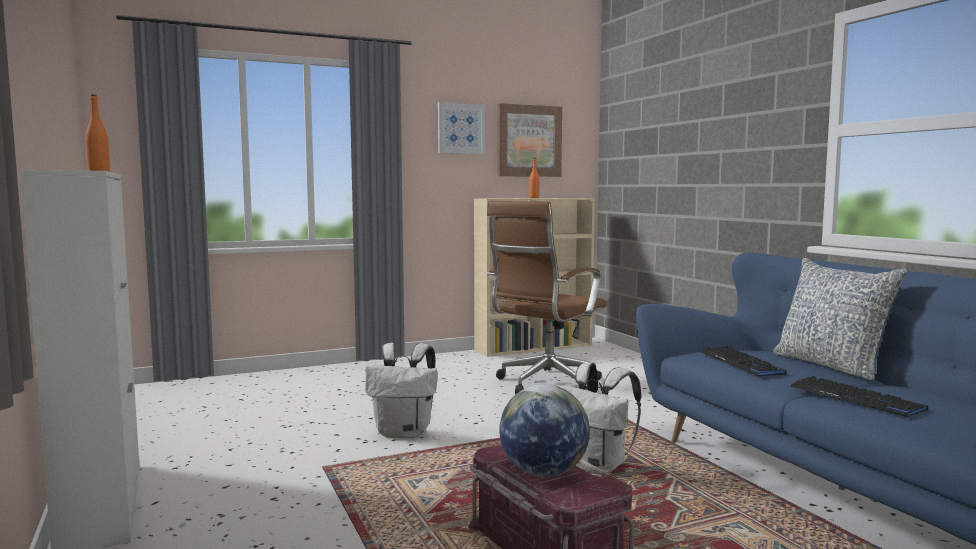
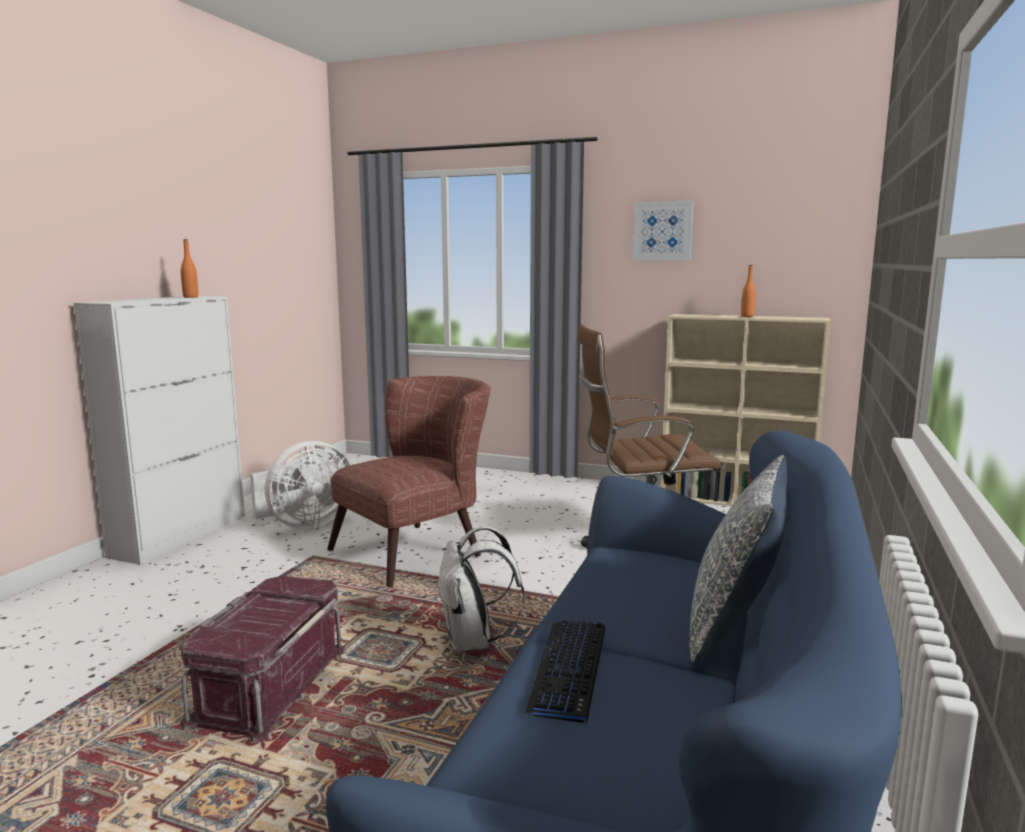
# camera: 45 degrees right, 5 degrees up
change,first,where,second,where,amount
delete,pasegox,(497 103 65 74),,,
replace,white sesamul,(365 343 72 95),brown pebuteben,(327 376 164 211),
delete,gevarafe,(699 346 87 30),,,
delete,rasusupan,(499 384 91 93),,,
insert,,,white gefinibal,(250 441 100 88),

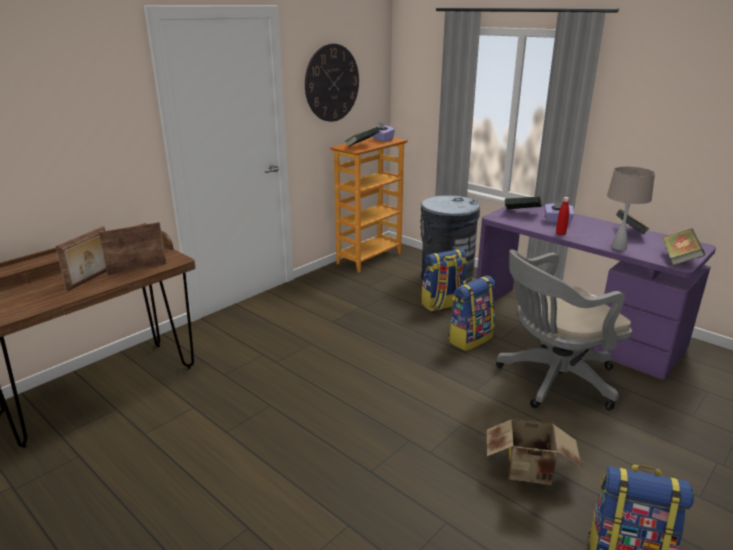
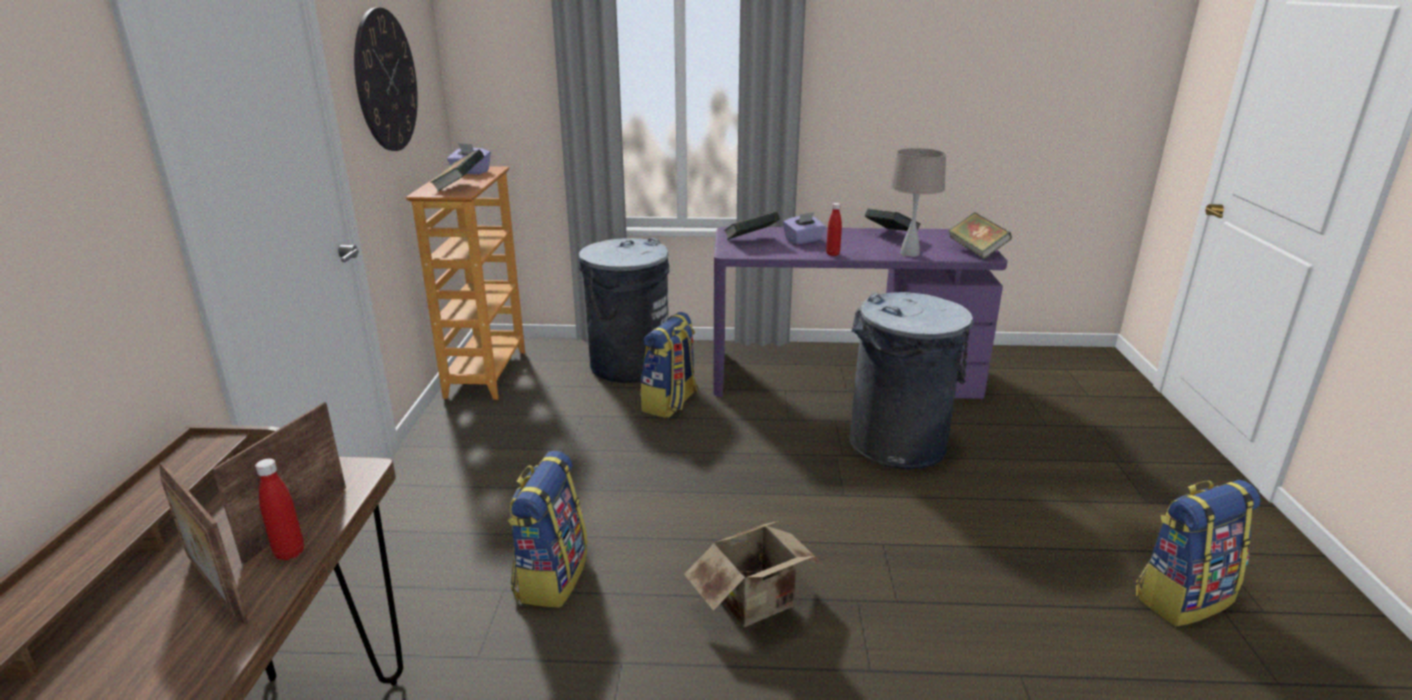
# camera: 40 degrees left, 0 degrees up
change,first,where,second,where,amount
rotate,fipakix,(55 226 52 66),,(159 462 89 163),150 degrees clockwise
replace,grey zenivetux,(496 249 136 161),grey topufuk,(849 292 124 177),
move,sesamul,(448 276 47 75),,(508 451 80 157),
move,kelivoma,(487 418 95 67),,(684 521 140 106),
insert,,,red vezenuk,(255 459 49 102),

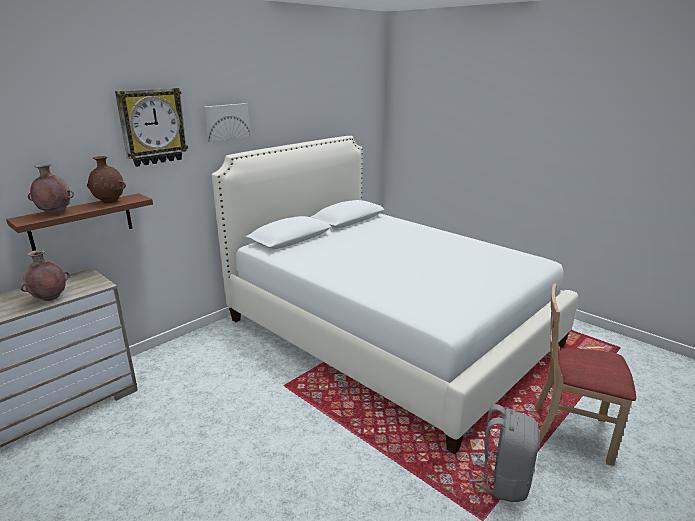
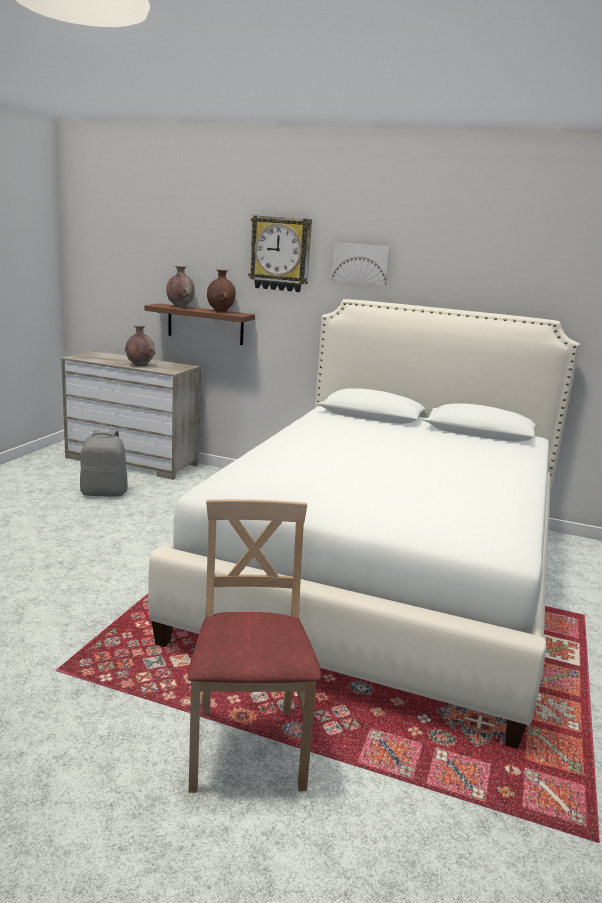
# camera: 65 degrees right, 5 degrees down
change,first,where,second,where,amount
move,grey sesamul,(469 404 70 98),,(80 429 48 68),

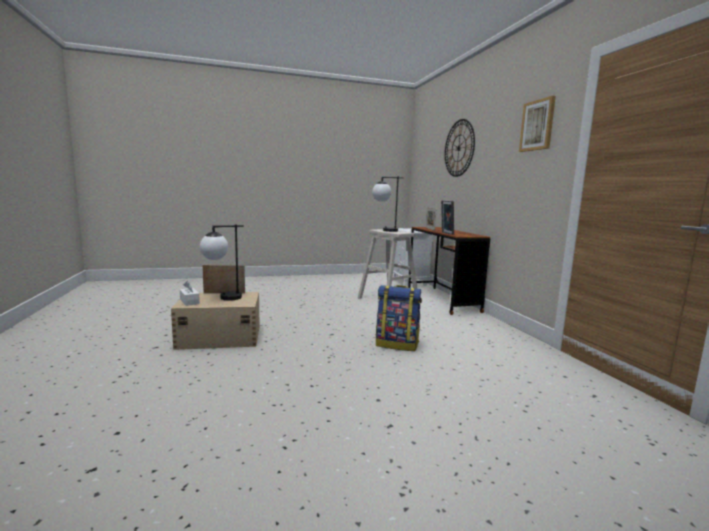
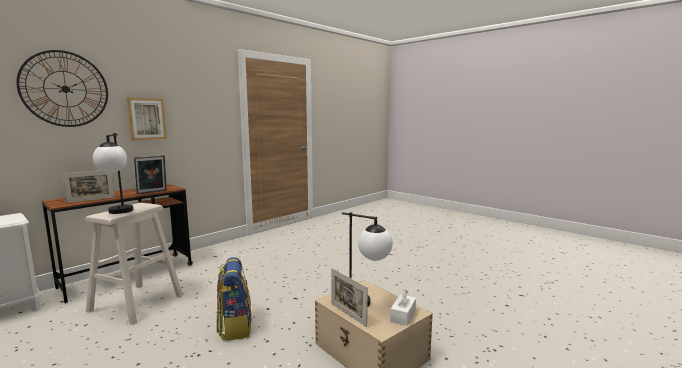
# camera: 120 degrees left, 0 degrees up
change,first,where,second,where,amount
move,pasegox,(519 96 37 56),,(126 98 41 43),
move,sesamul,(376 285 46 66),,(216 257 36 84),

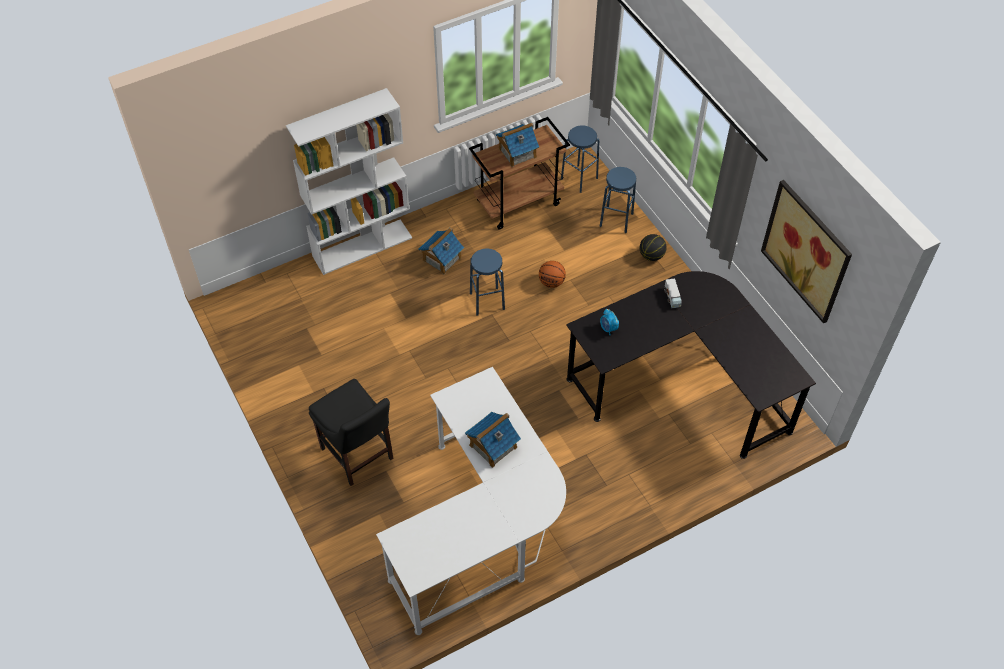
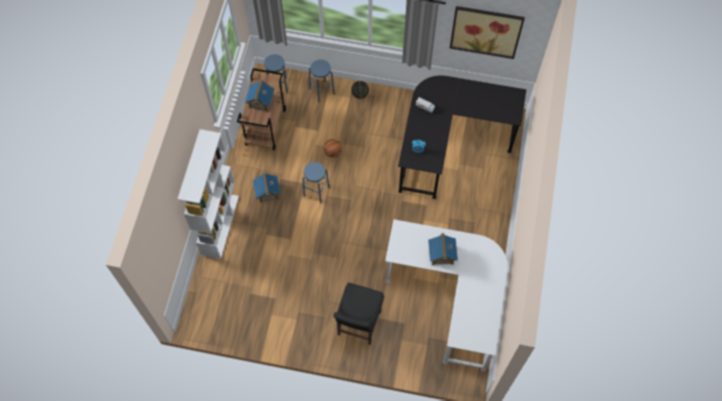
# camera: 50 degrees left, 10 degrees up
change,first,where,second,where,amount
rotate,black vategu,(309 379 84 107),,(334 283 50 62),105 degrees clockwise

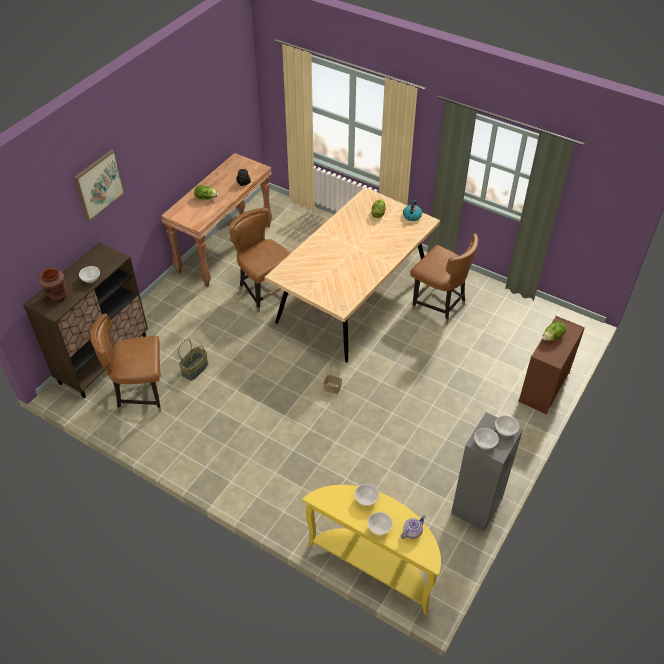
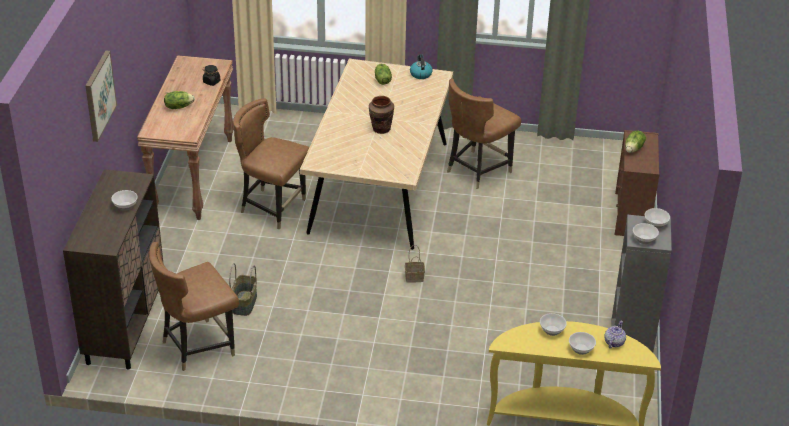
# camera: 25 degrees left, 10 degrees down
change,first,where,second,where,amount
rotate,brown vategu,(410 234 68 91),,(447 79 74 110),120 degrees clockwise
move,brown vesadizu,(39 268 28 35),,(369 96 25 38),

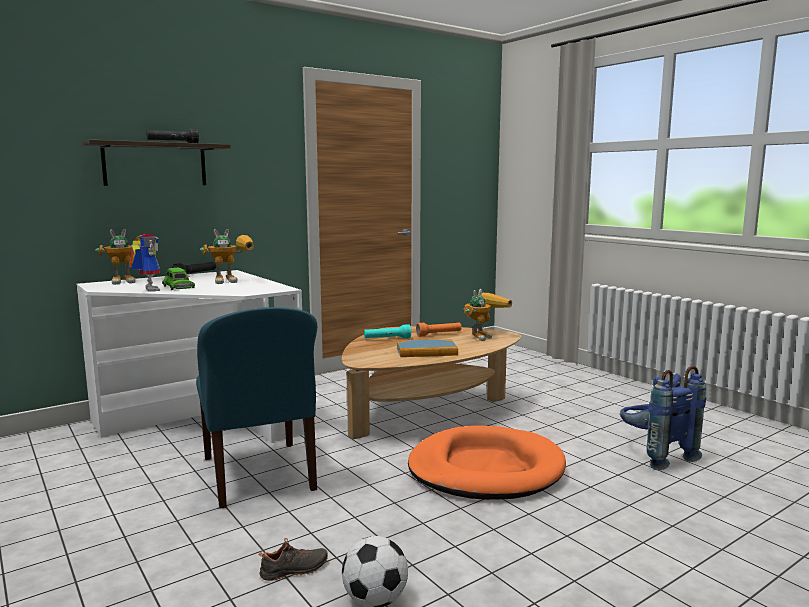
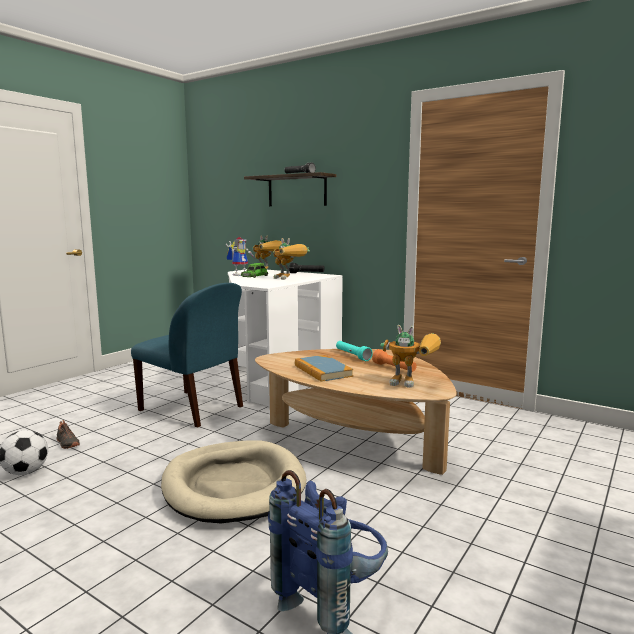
# camera: 70 degrees right, 0 degrees up
change,first,where,second,where,amount
rotate,blue vategu,(196 307 121 202),,(131 283 112 144),105 degrees counterclockwise
recolor,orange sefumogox,(408 426 158 74),beige sefumogox,(161 440 145 83),

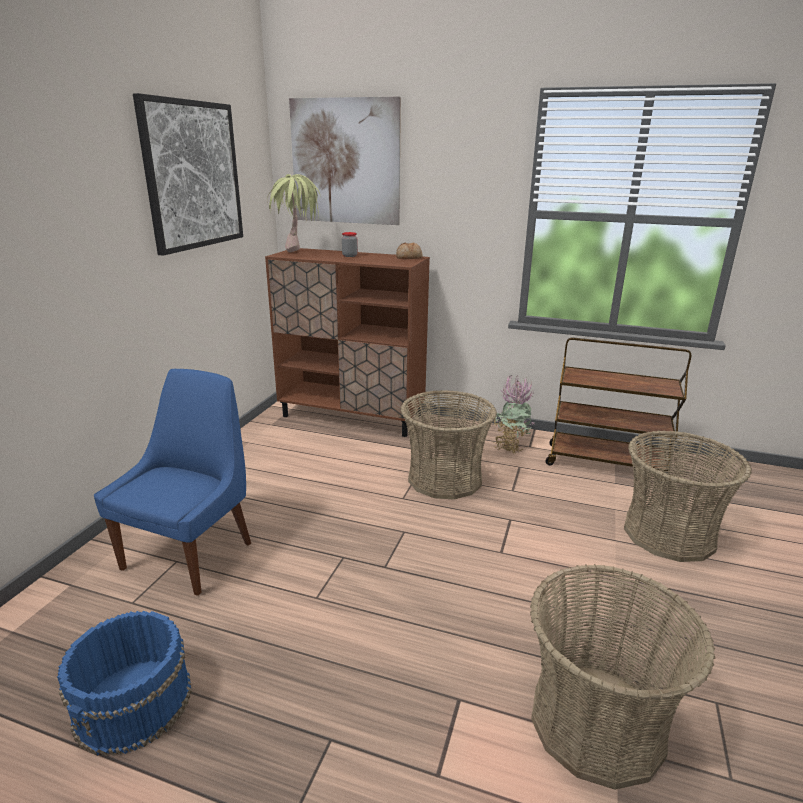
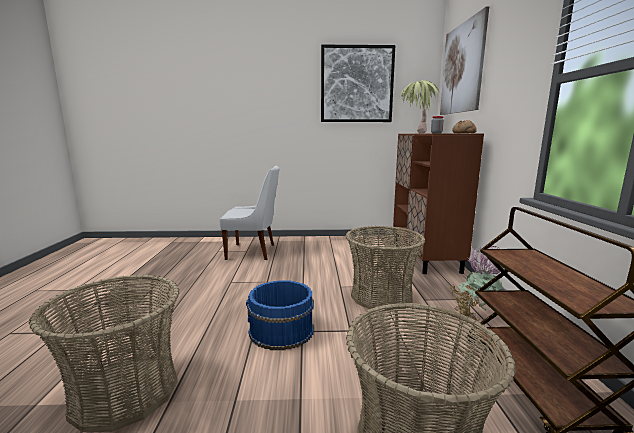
# camera: 70 degrees right, 10 degrees down
change,first,where,second,where,amount
recolor,blue vategu,(94 369 157 227),white vategu,(219 166 61 94),
move,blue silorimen,(57 611 135 145),,(246 280 68 70),

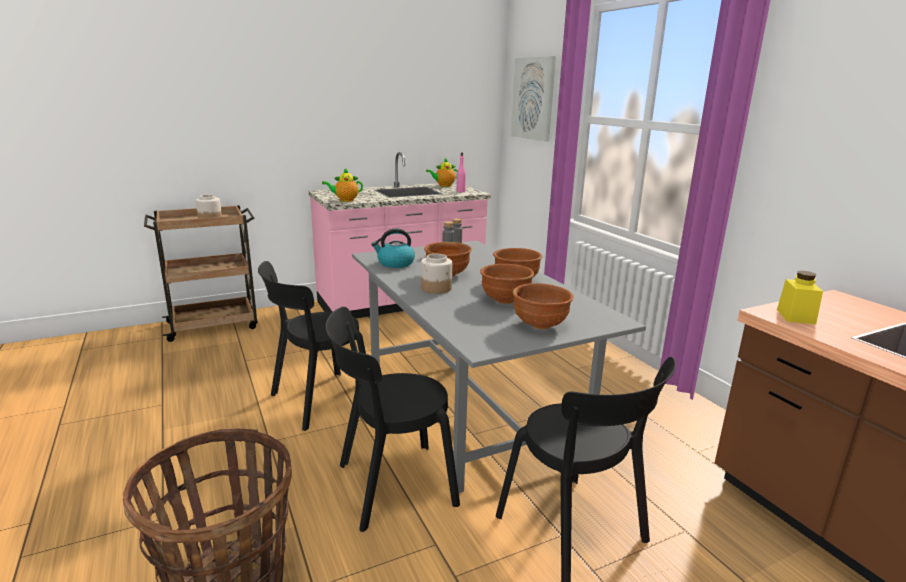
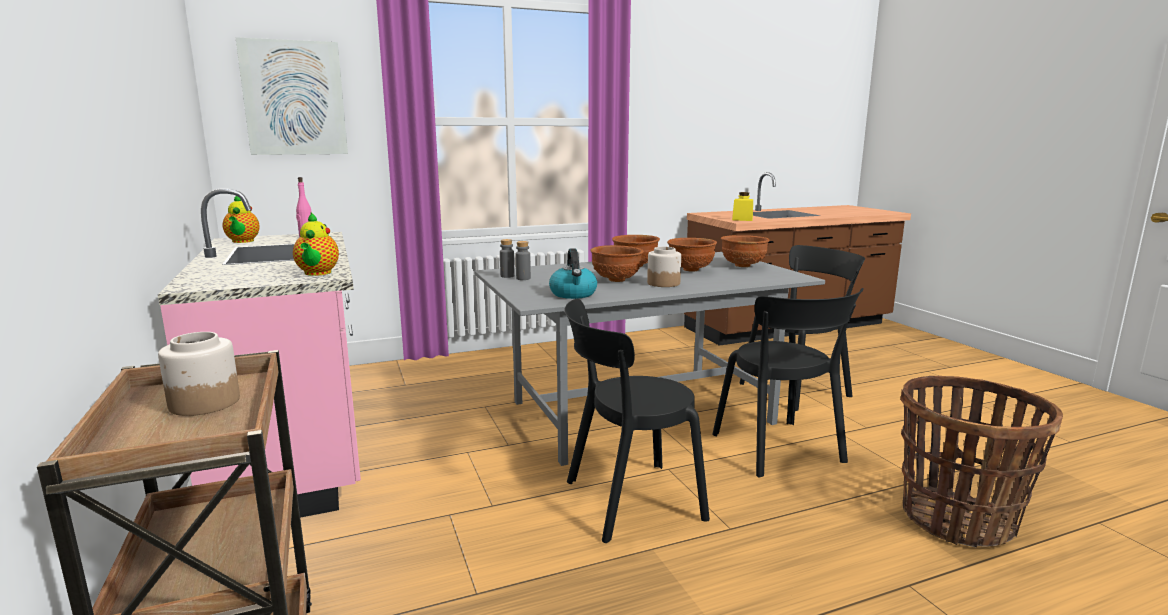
# camera: 85 degrees left, 5 degrees down
change,first,where,second,where,amount
rotate,black vategu,(258 261 108 170),,(564 299 146 244),105 degrees clockwise

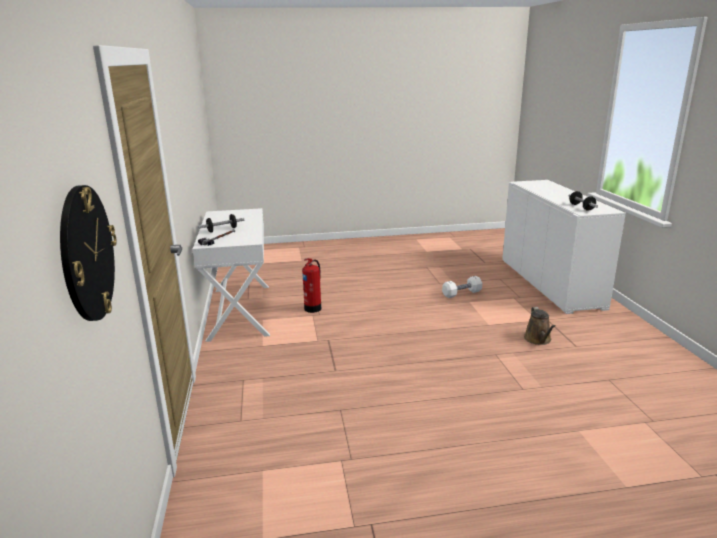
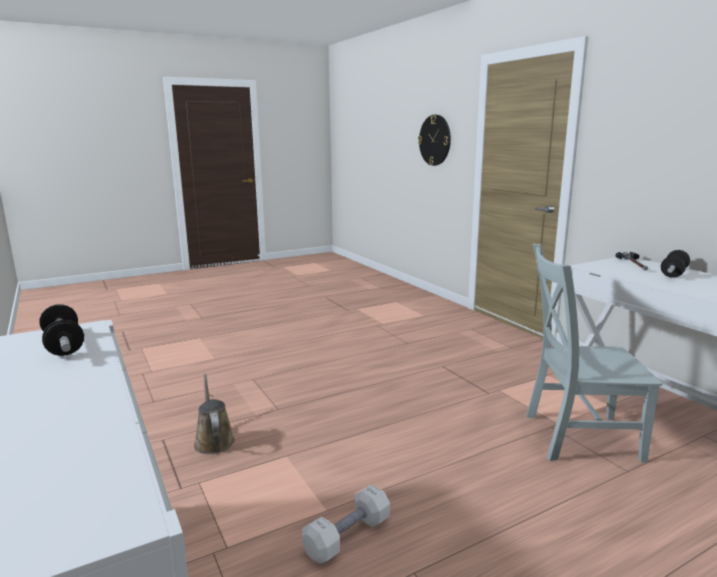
# camera: 160 degrees right, 5 degrees down
change,first,where,second,where,amount
replace,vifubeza,(302 258 19 55),grey vategu,(527 244 135 219),

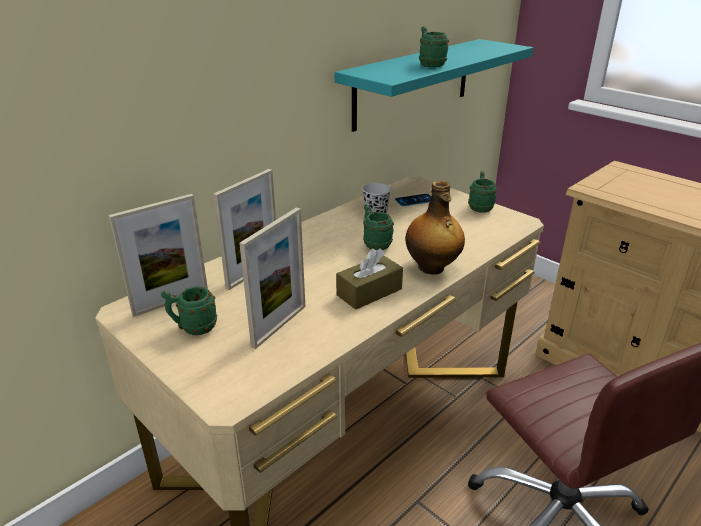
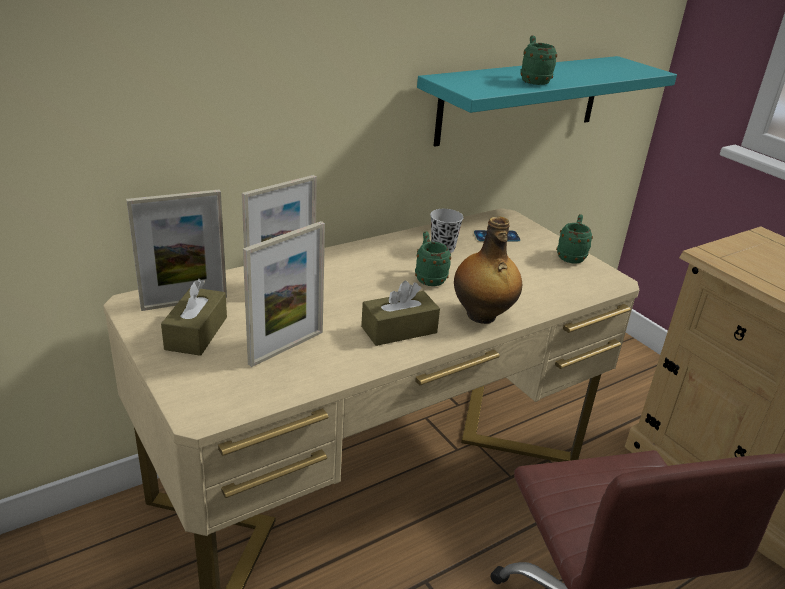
# camera: 10 degrees right, 0 degrees up
change,first,where,second,where,amount
replace,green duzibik,(161 286 56 49),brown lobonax,(161 279 66 77),

